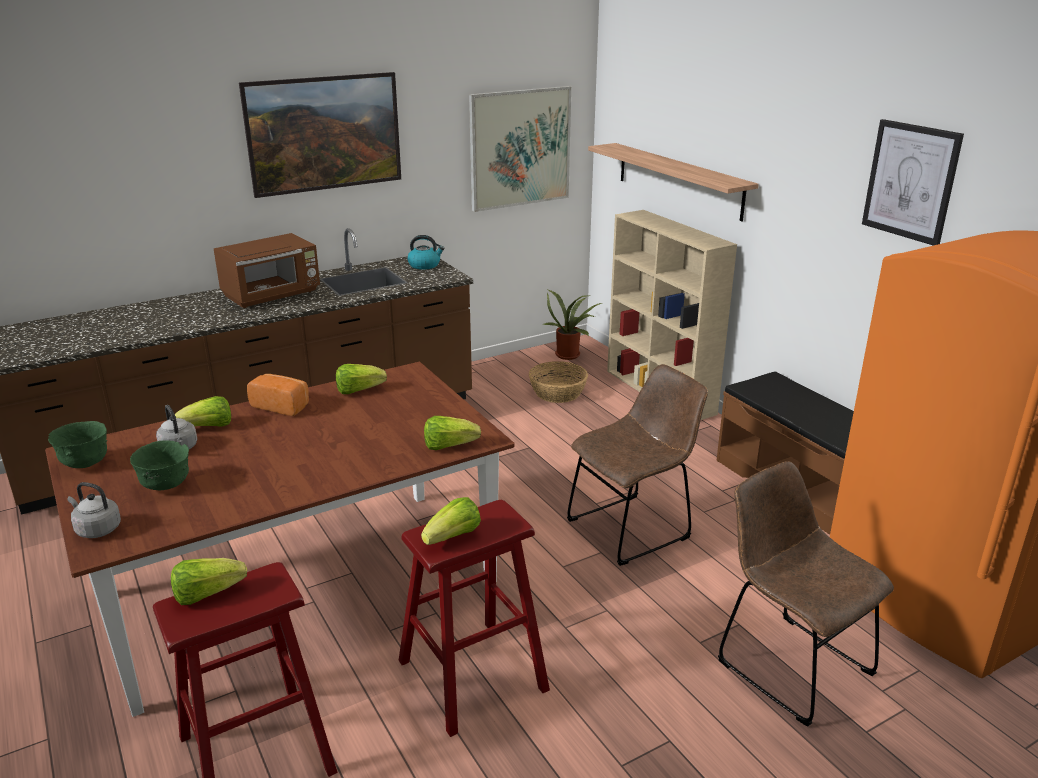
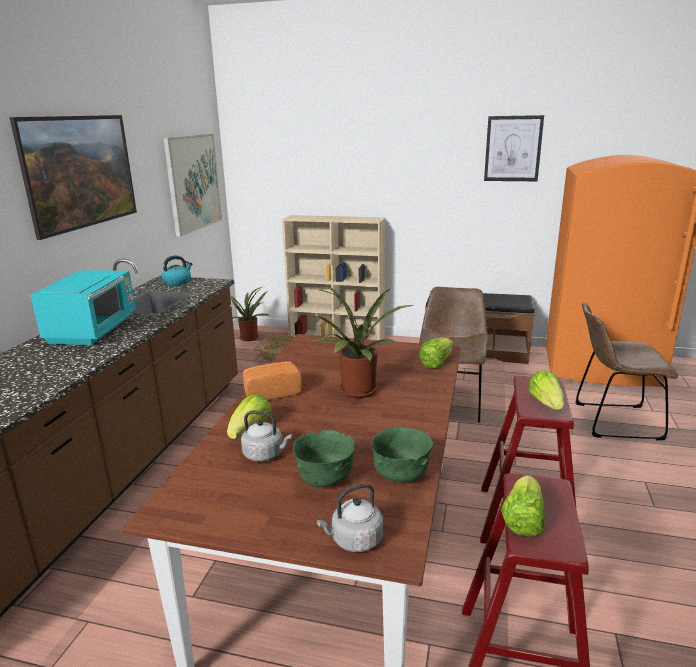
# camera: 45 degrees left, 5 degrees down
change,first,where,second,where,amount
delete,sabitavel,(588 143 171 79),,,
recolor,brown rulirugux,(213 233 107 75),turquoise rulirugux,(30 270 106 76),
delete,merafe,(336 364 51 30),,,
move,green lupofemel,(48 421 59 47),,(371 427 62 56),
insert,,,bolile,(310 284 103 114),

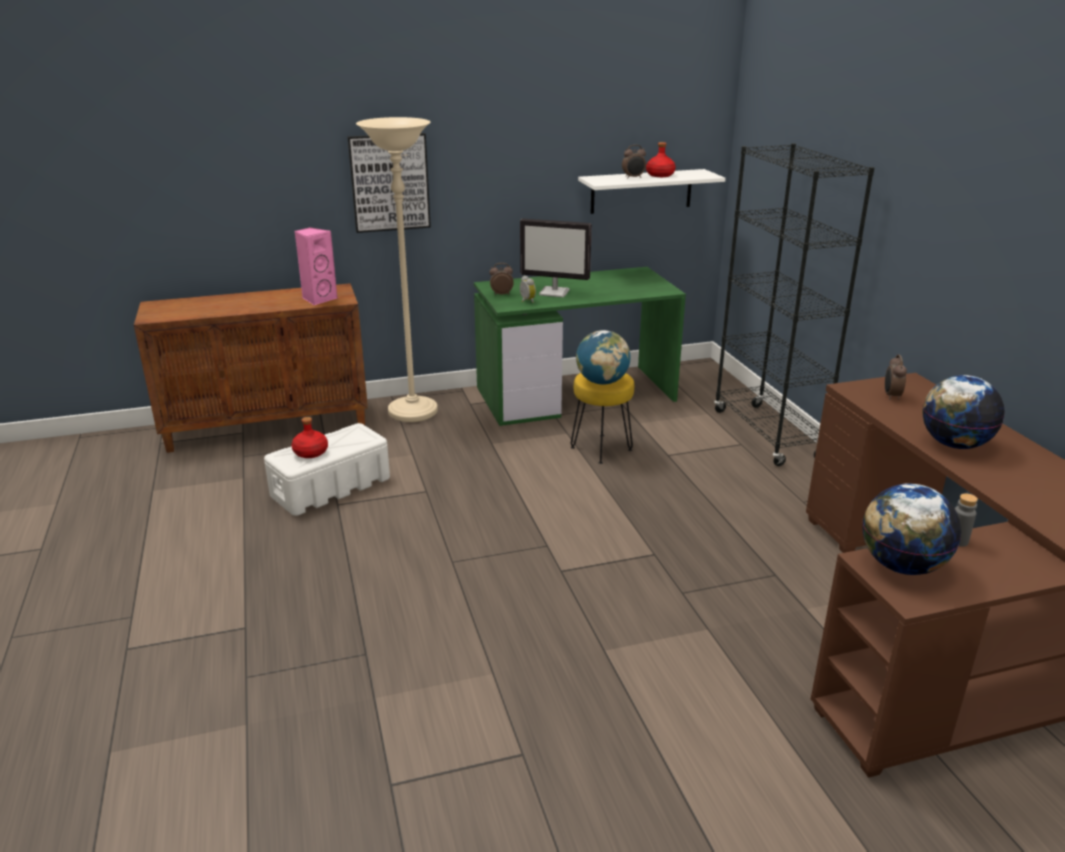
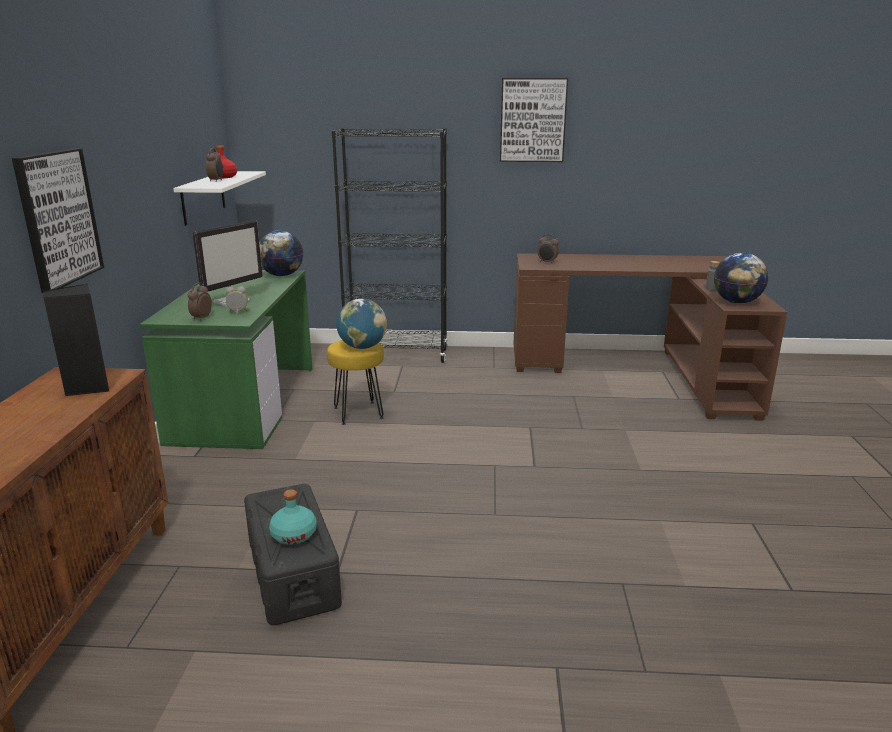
# camera: 70 degrees left, 5 degrees down
change,first,where,second,where,amount
delete,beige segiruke,(356 117 82 305),,,
recolor,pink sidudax,(294 227 44 79),black sidudax,(43 284 66 112),
move,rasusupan,(922 375 83 74),,(259 230 44 46),
recolor,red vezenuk,(291 417 37 41),turquoise vezenuk,(269 489 48 55),
recolor,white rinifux,(264 423 126 93),black rinifux,(244 484 98 141),
insert,,,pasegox,(500 78 68 84),

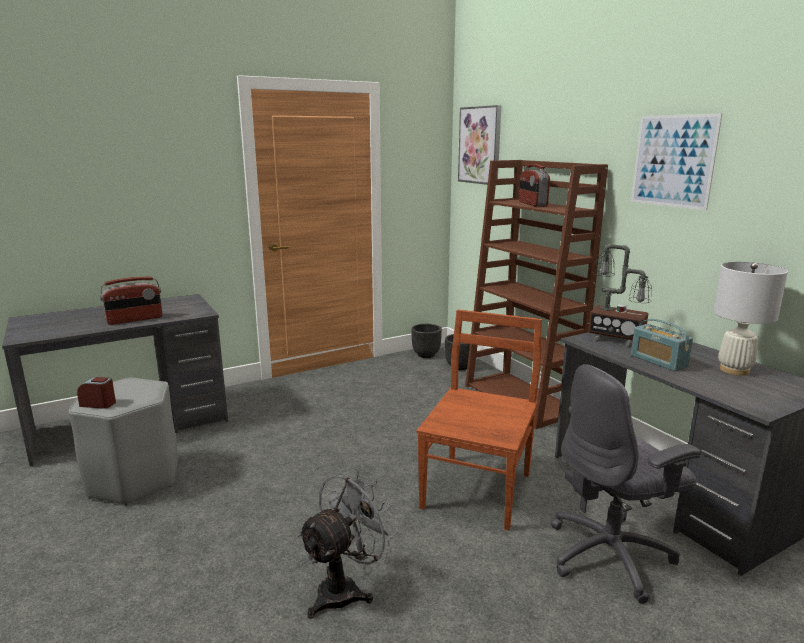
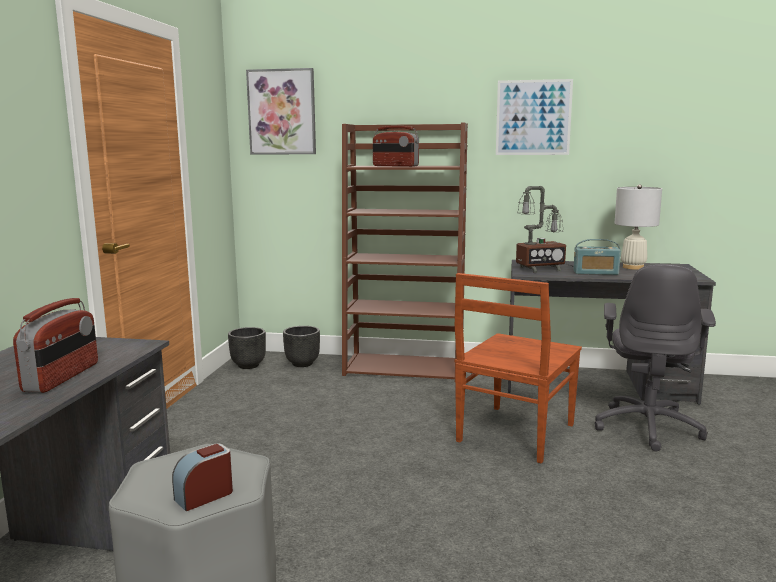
# camera: 50 degrees left, 5 degrees down
change,first,where,second,where,amount
rotate,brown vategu,(416 310 126 221),,(454 273 128 190),120 degrees counterclockwise
delete,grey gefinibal,(297 468 101 151),,,

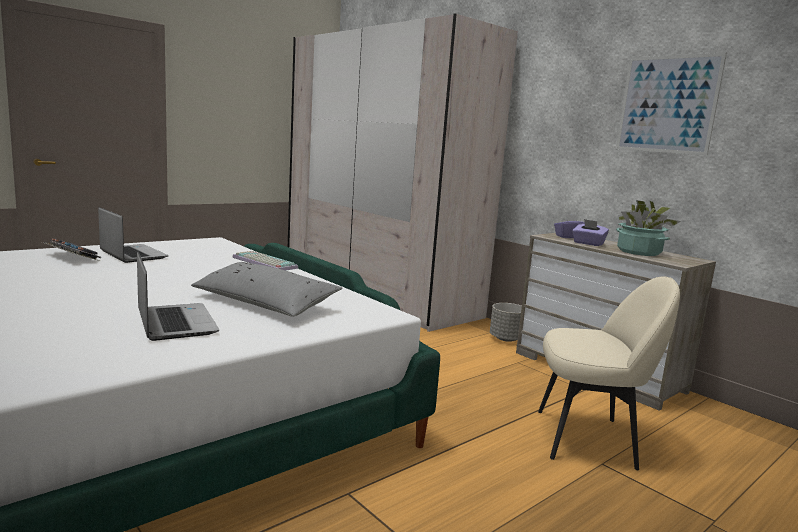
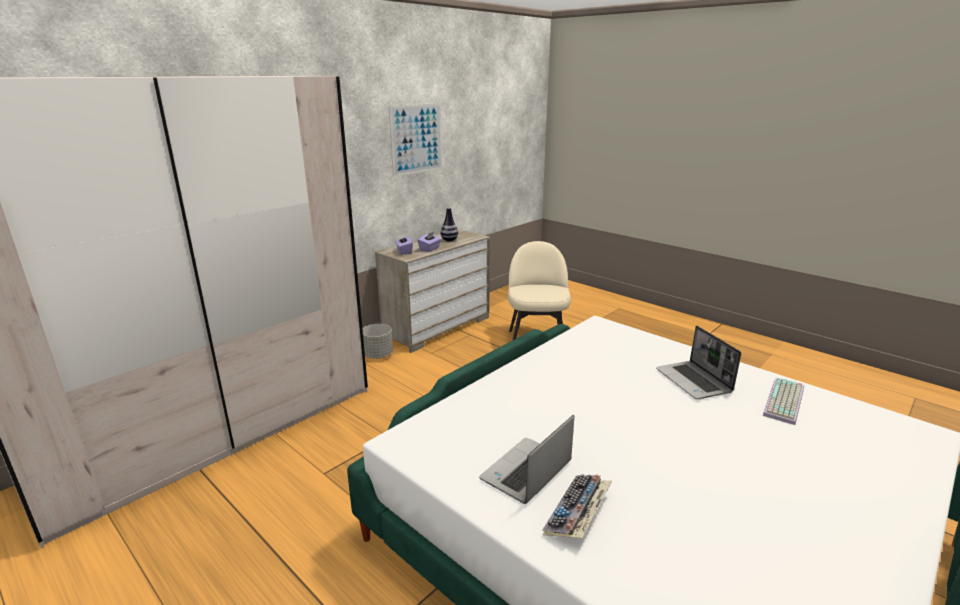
# camera: 95 degrees left, 10 degrees up
change,first,where,second,where,amount
replace,bolile,(616 200 65 56),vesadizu,(440 207 18 35),
rotate,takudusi,(137 251 82 90),,(656 326 85 73),75 degrees counterclockwise
move,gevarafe,(232 251 66 20),,(763 378 41 47),
delete,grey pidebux,(191 262 152 55),,,

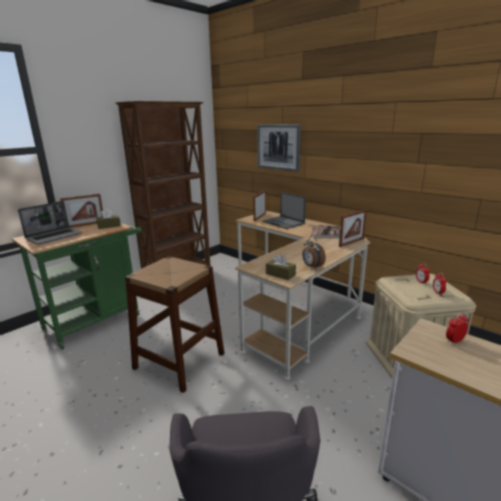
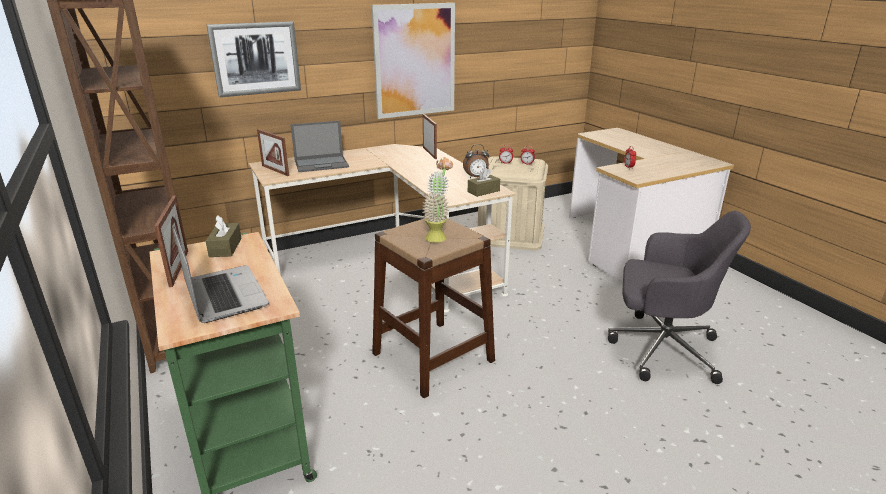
# camera: 70 degrees left, 5 degrees up
change,first,where,second,where,amount
delete,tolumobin,(311 225 29 13),,,
insert,,,pasegox,(371 3 84 116),
insert,,,bolile,(422 157 31 85),

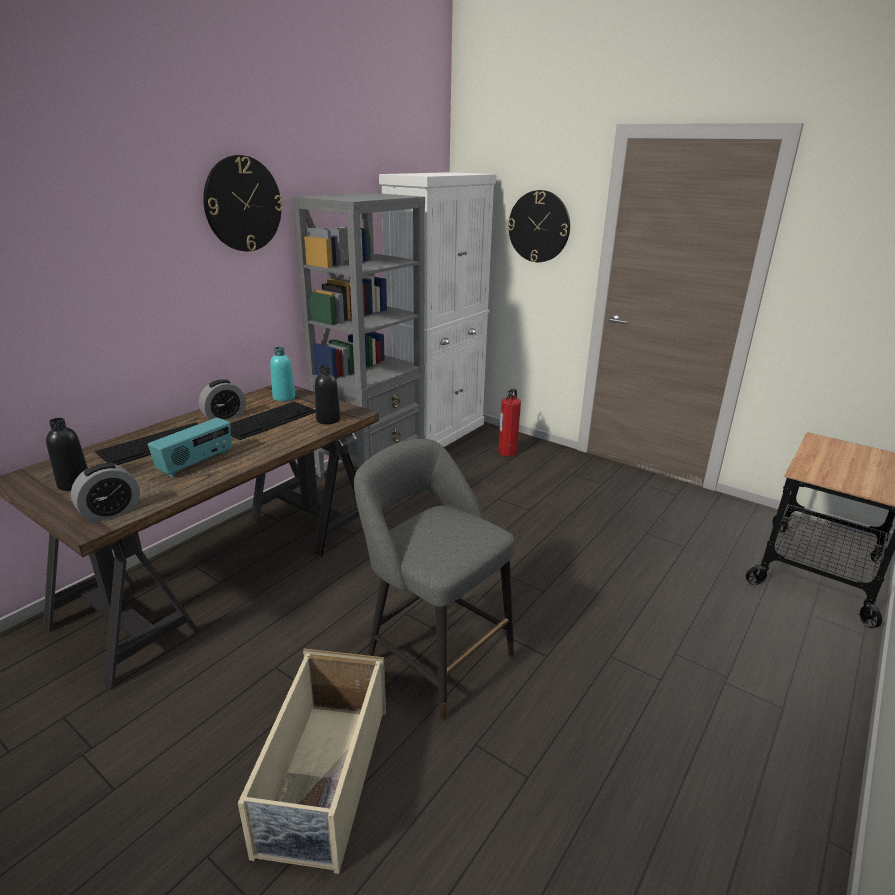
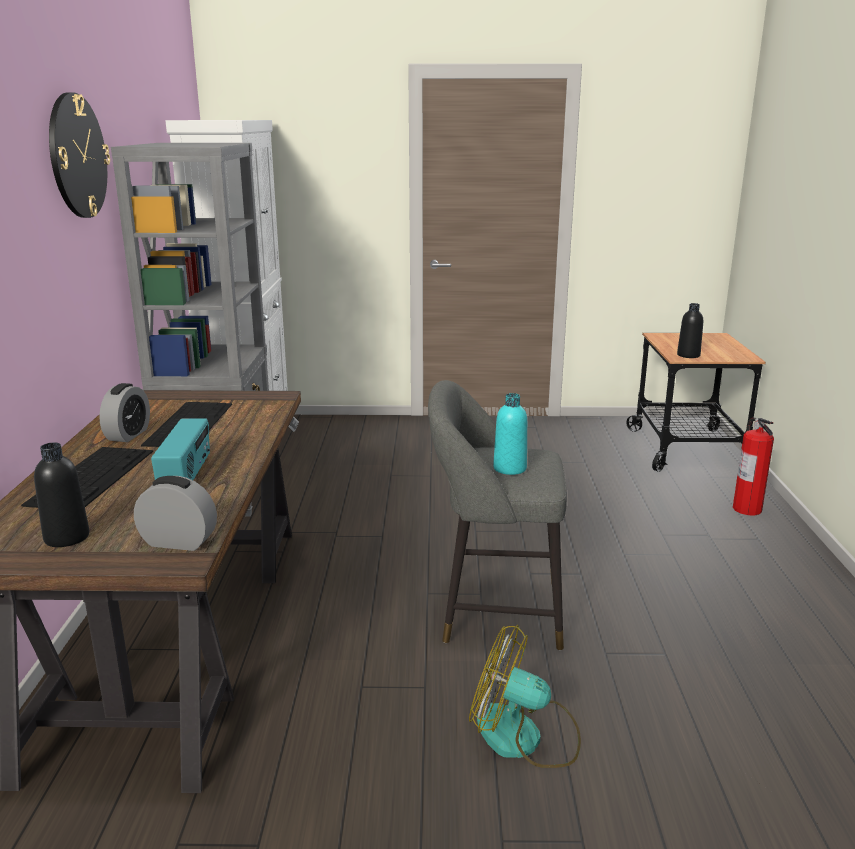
# camera: 35 degrees left, 5 degrees down
change,first,where,second,where,amount
delete,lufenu,(508 190 62 72),,,
move,turquoise vezenuk,(270 347 25 54),,(493 393 34 82),
move,black vezenuk,(315 365 25 59),,(677 303 26 55),
move,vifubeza,(498 389 23 68),,(733 417 41 98),
rotate,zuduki,(71 463 69 60),,(134 476 83 75),90 degrees counterclockwise
replace,beige rinifux,(238 649 148 225),gefinibal,(469 625 112 143),

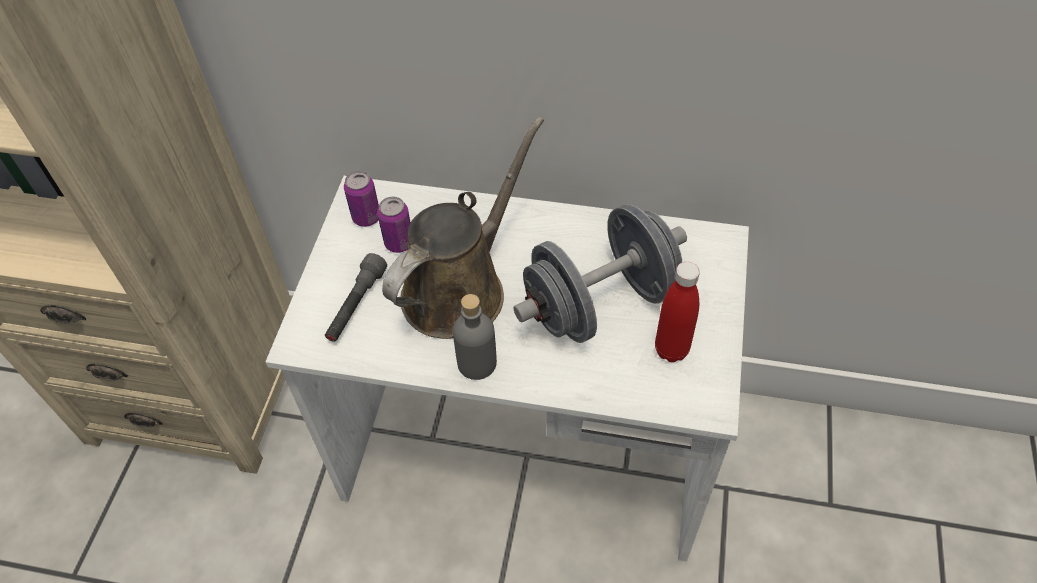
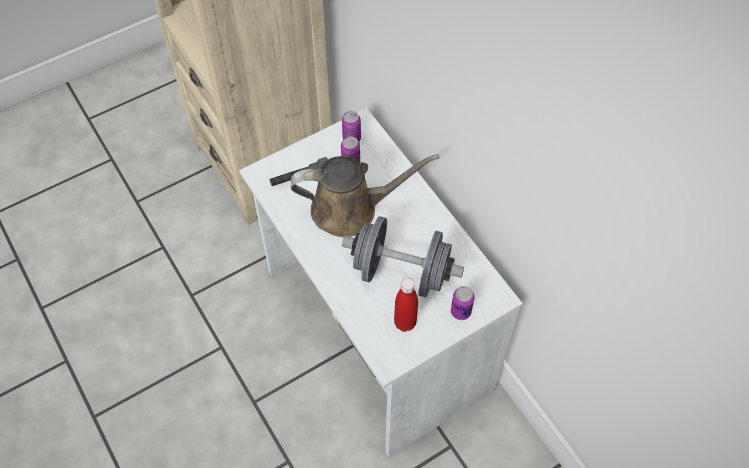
# camera: 45 degrees right, 5 degrees up
change,first,where,second,where,amount
delete,grey vezenuk,(453 294 44 86),,,
insert,,,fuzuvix,(451 286 24 34),

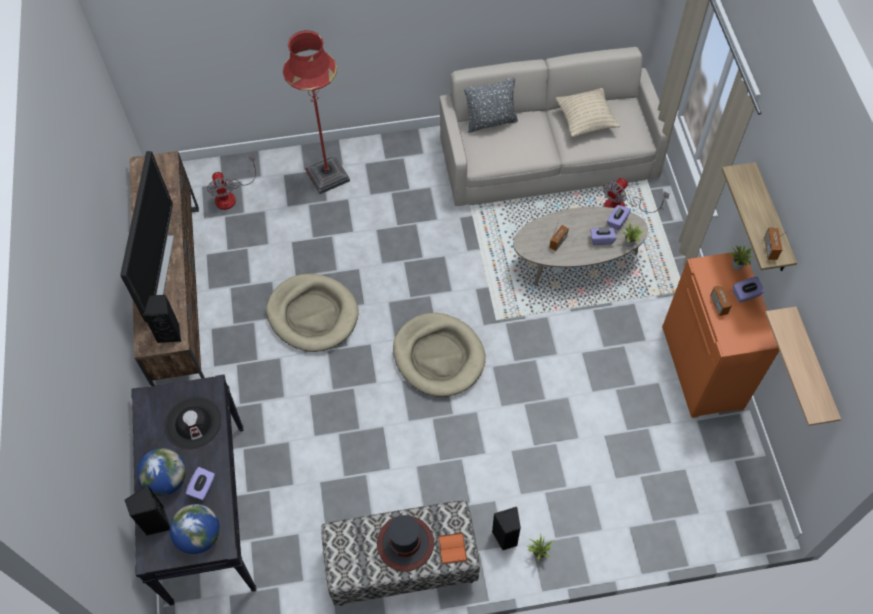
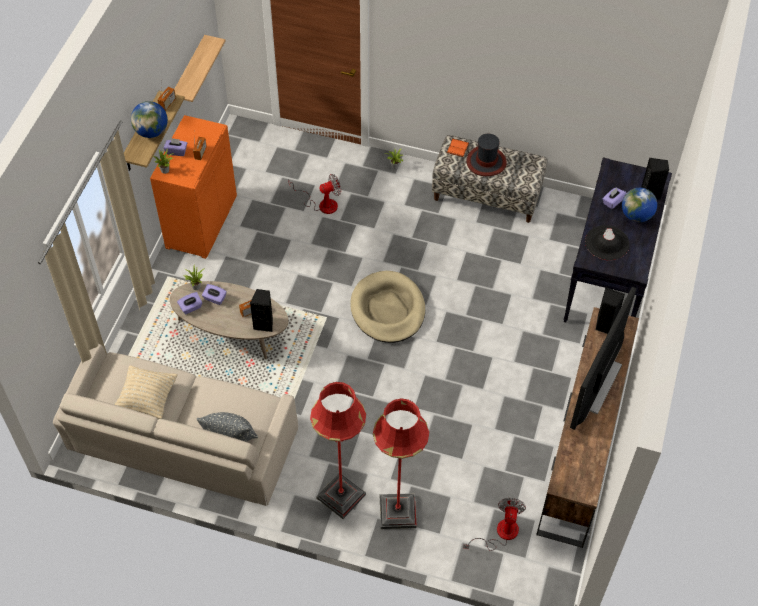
# camera: 155 degrees left, 5 degrees down
change,first,where,second,where,amount
move,gefinibal,(603 178 66 35),,(288 174 53 40),
delete,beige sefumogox,(266 274 93 78),,,
move,rasusupan,(170 504 50 50),,(131 101 37 37),
move,black sidudax,(492 507 29 43),,(250 289 23 43),
insert,,,red segiruke,(310 382 56 137),

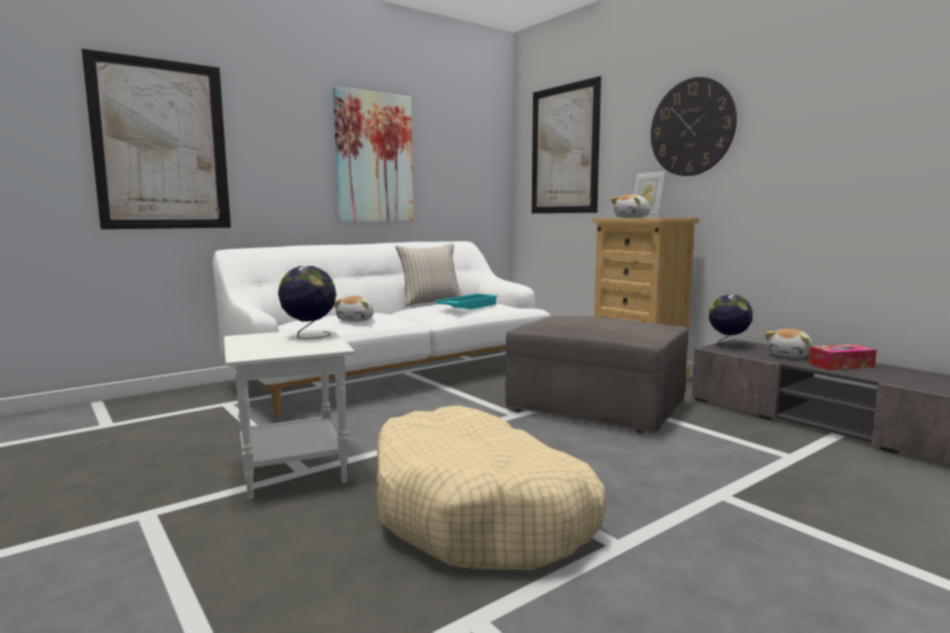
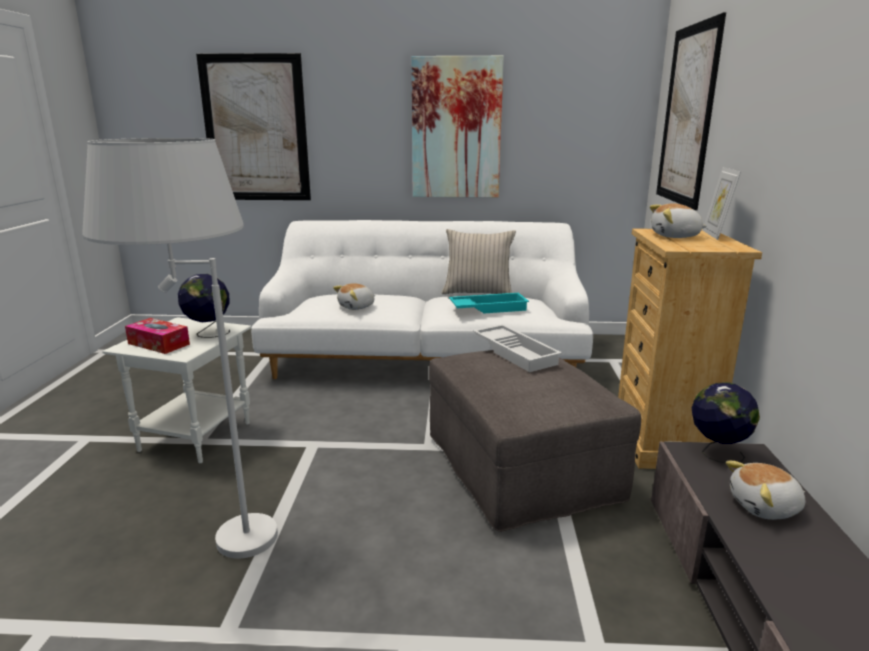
# camera: 40 degrees right, 10 degrees up
change,first,where,second,where,amount
delete,lufenu,(651 77 86 99),,,
move,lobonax,(808 344 69 26),,(125 318 65 36),
replace,beige sefumogox,(377 406 229 164),white segiruke,(82 138 196 421),
insert,,,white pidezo,(473 324 89 48),

